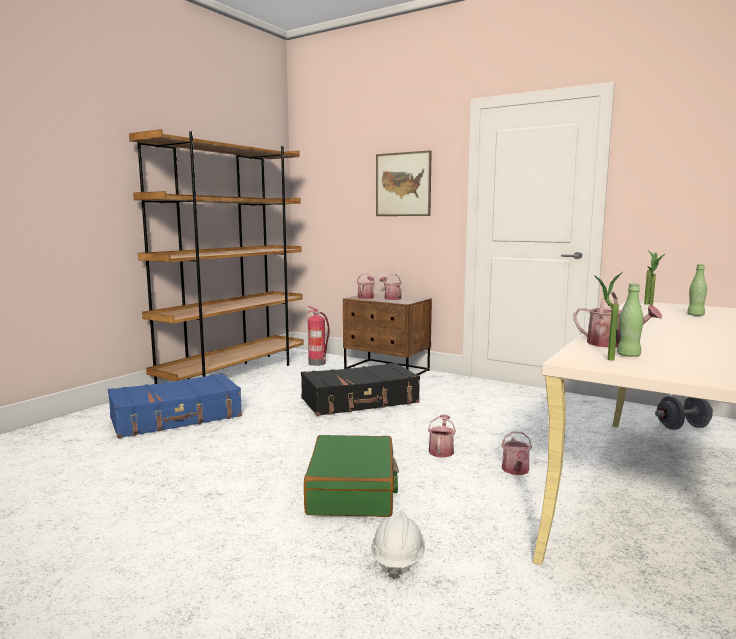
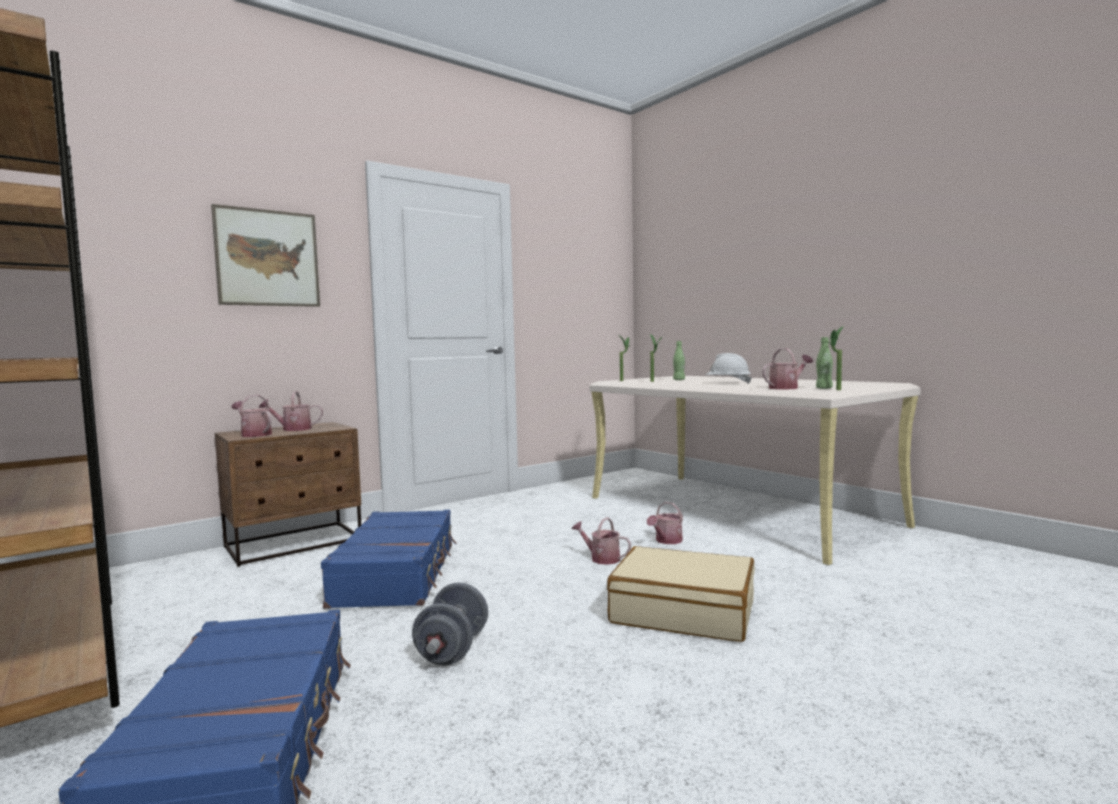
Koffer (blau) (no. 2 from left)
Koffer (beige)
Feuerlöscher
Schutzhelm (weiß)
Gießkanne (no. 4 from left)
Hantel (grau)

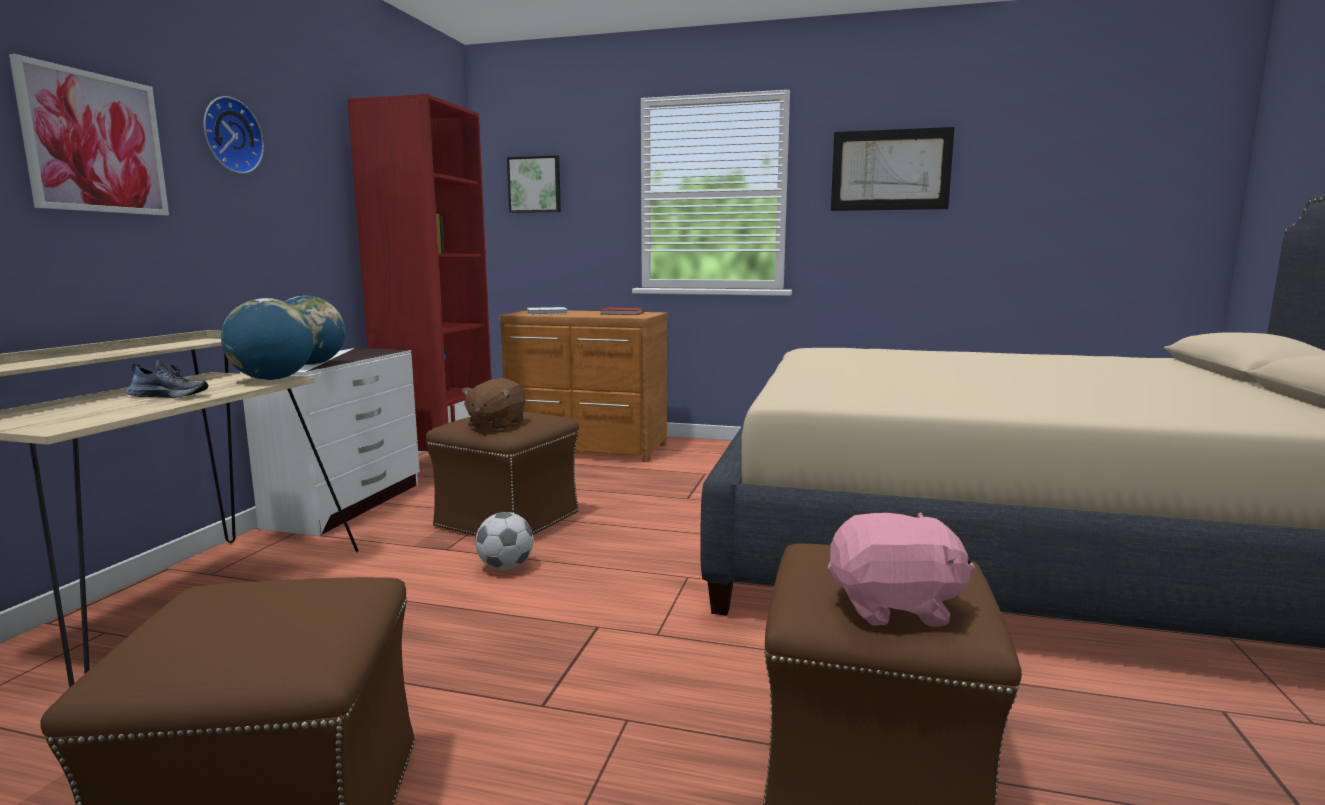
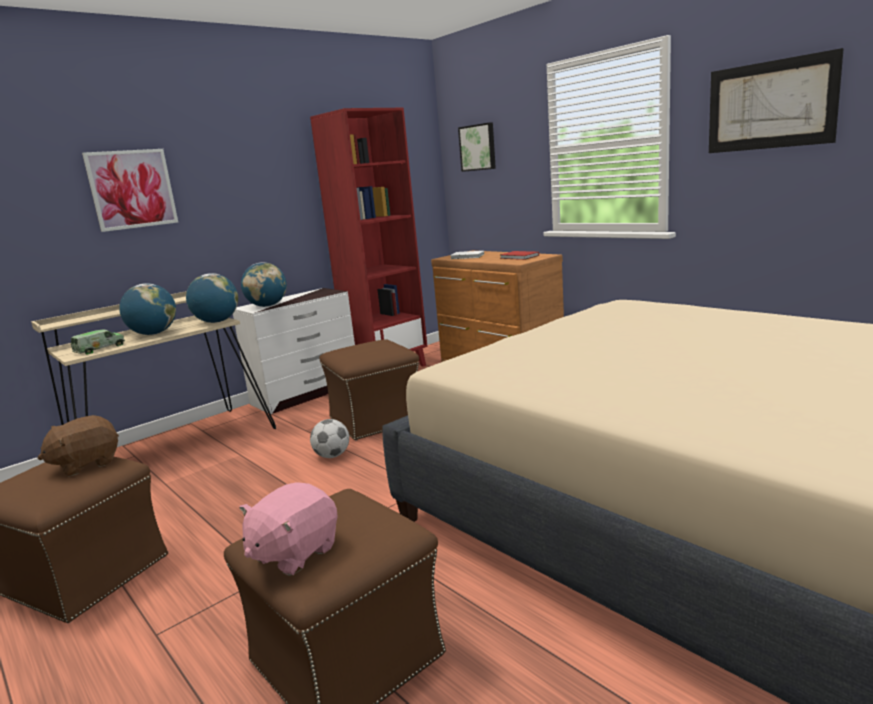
Globus (no. 1 from left)
Wanduhr
Plüschtier (braun)
Plüschtier (rosa)
Spielzeuglaster

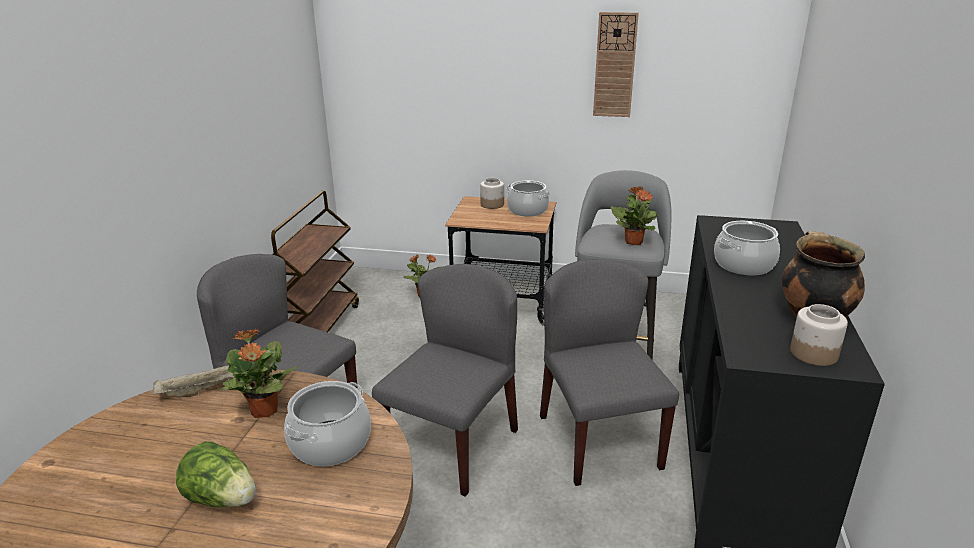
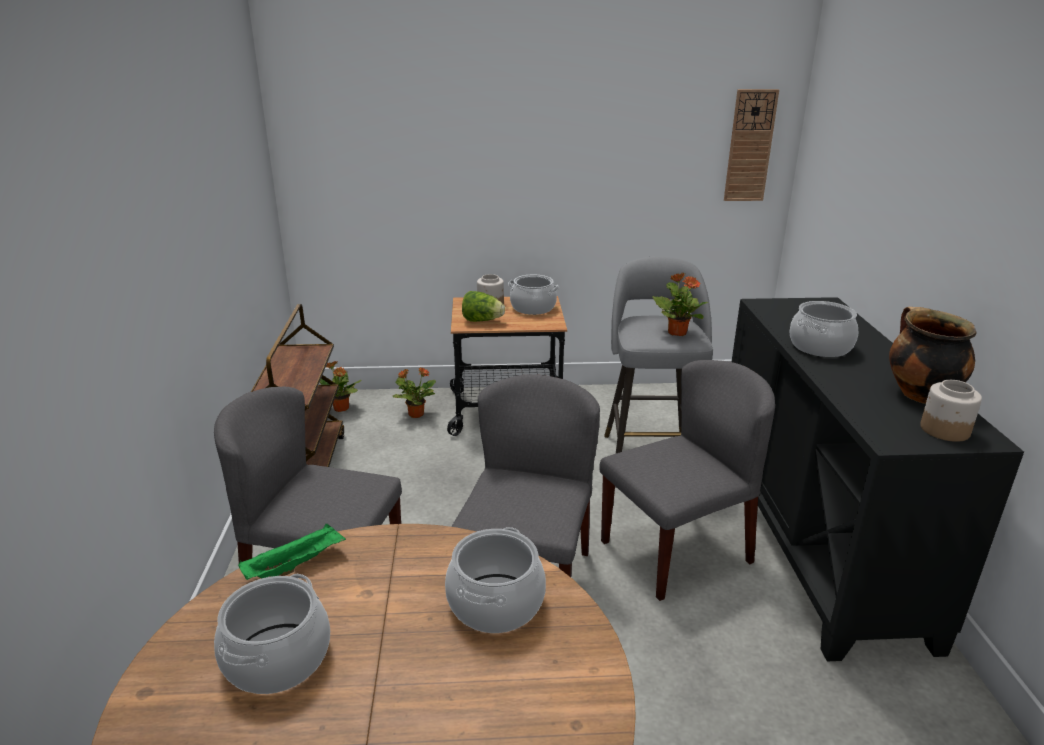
Tablett (grün)
Salatkopf
Topfpflanze (no. 1 from left)
Stuhl (grau) (no. 3 from left)
Wanduhr
Kochtopf (no. 1 from left)

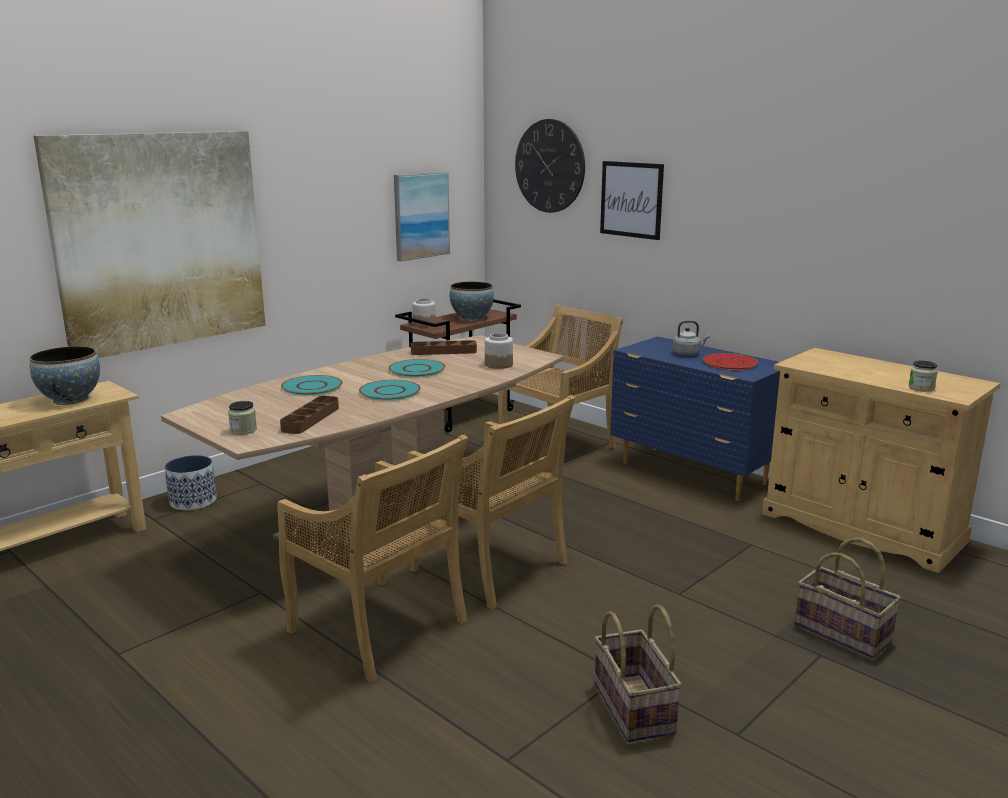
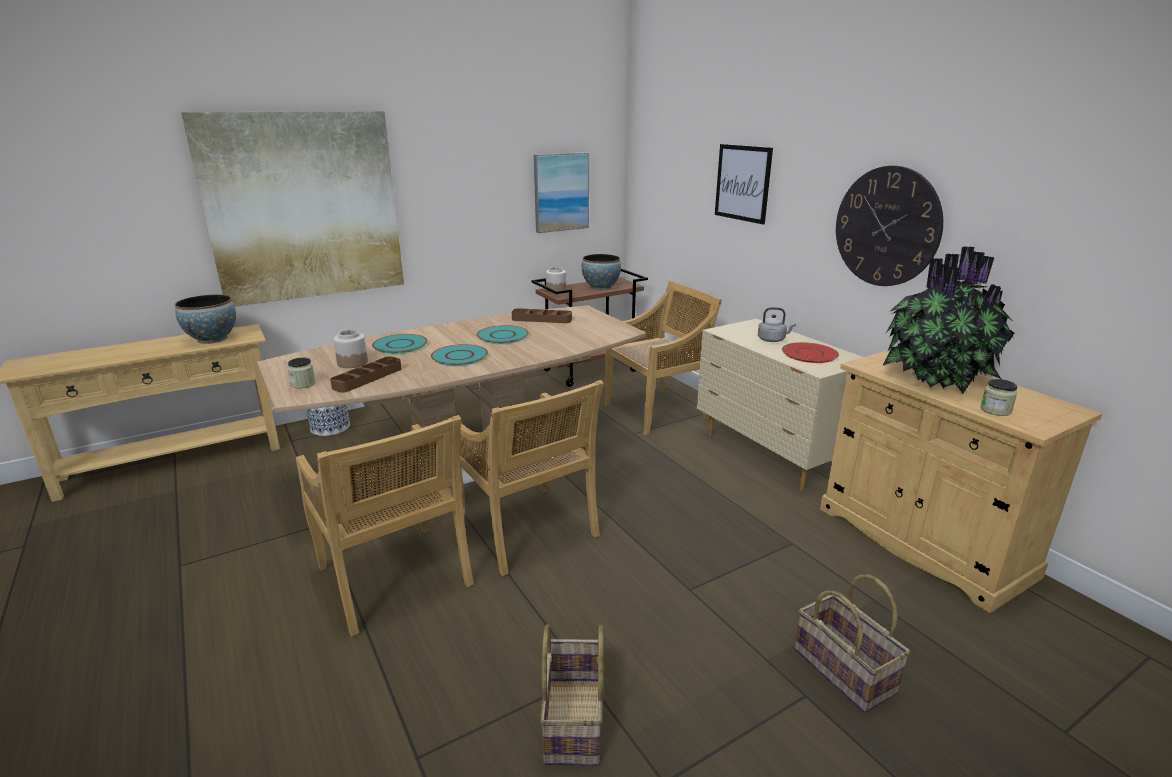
Vorratsglas (no. 2 from left)
Wanduhr
Kommode (beige)
Topfpflanze

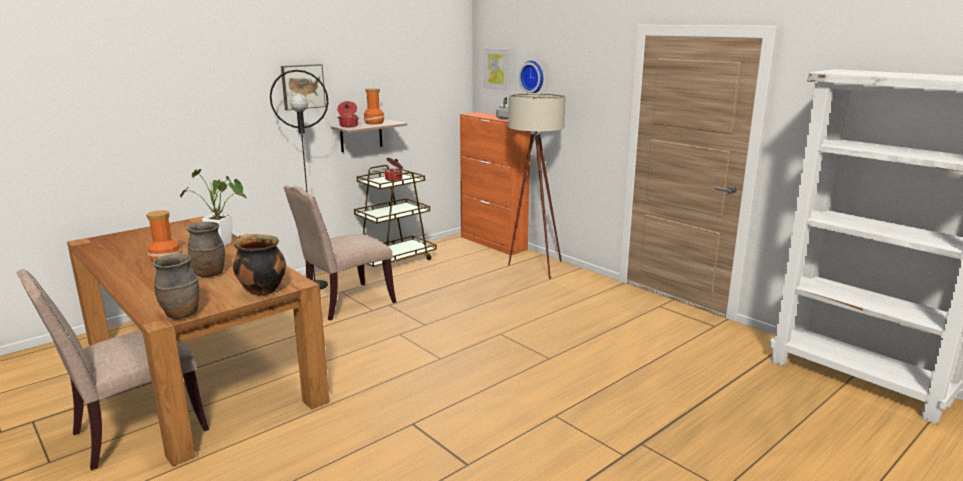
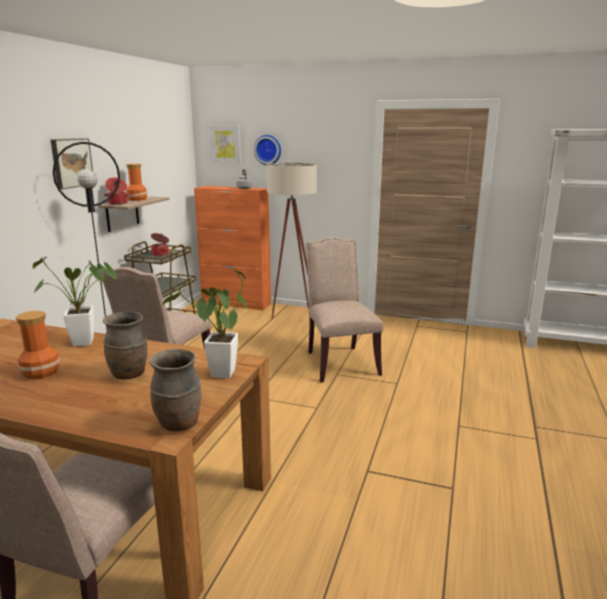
Topfpflanze (no. 2 from left)
Stuhl (beige) (no. 3 from left)

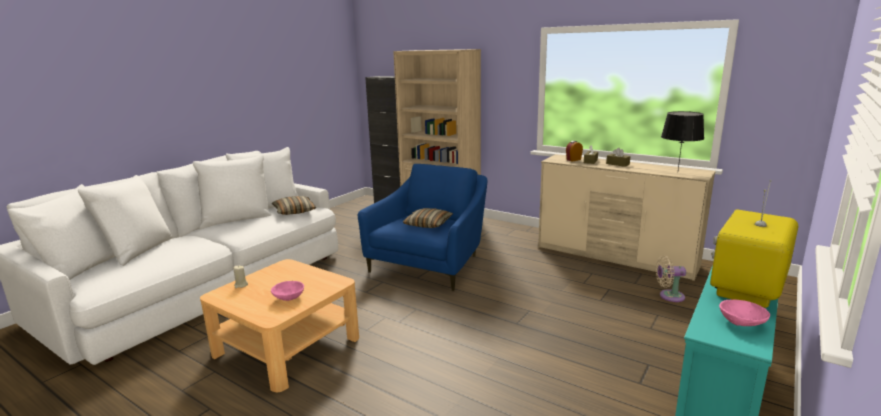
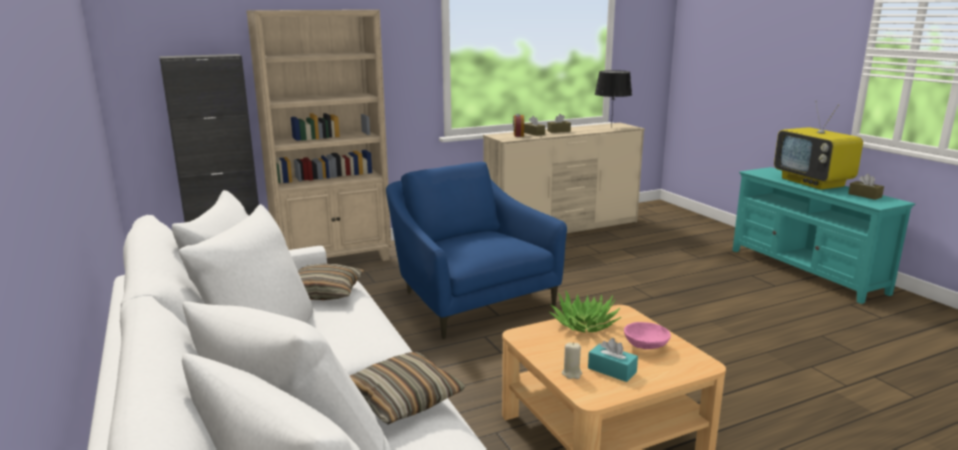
Kissen (no. 2 from left)
Ventilator (beige)
Taschentuchbox (braun) (no. 3 from left)
Topfpflanze
Taschentuchbox (türkis)

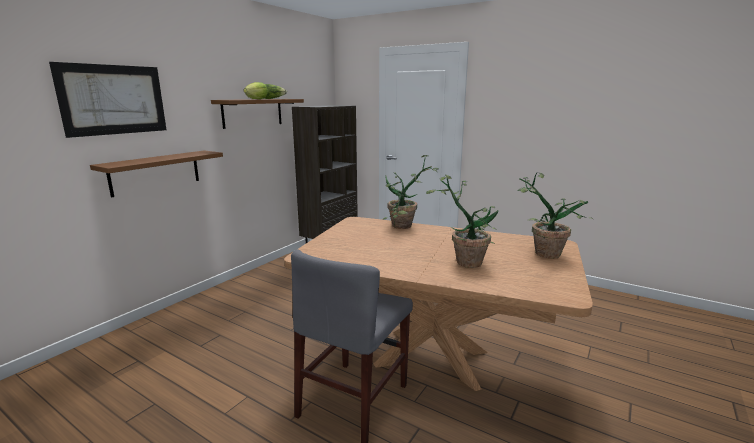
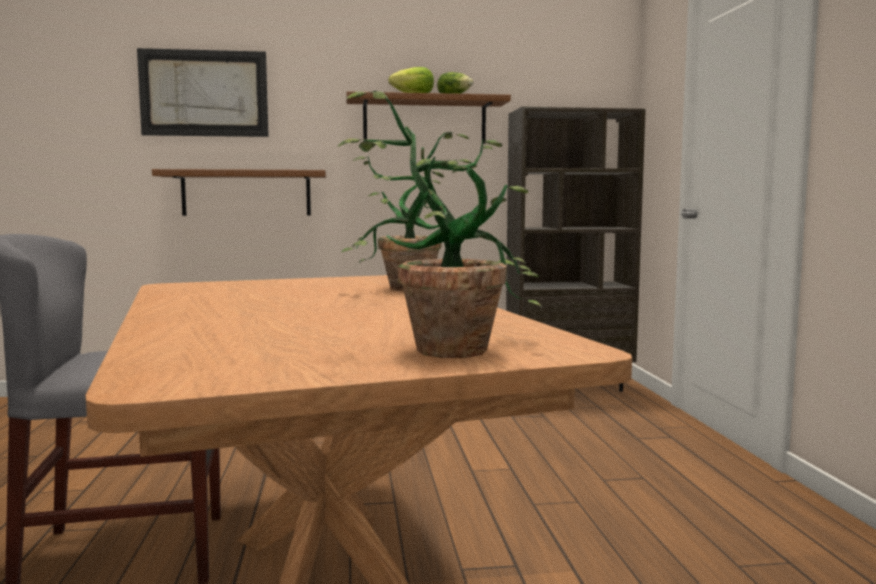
Topfpflanze (no. 2 from left in the first image)

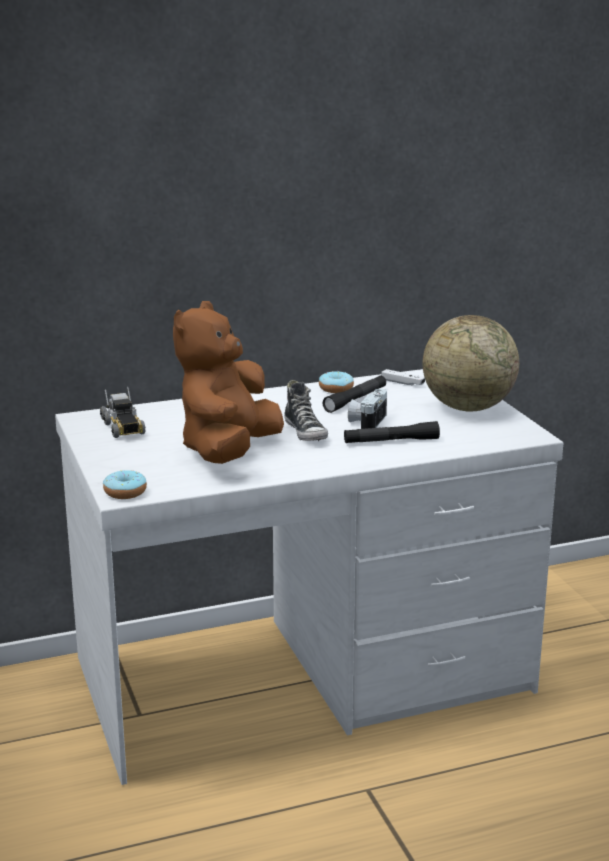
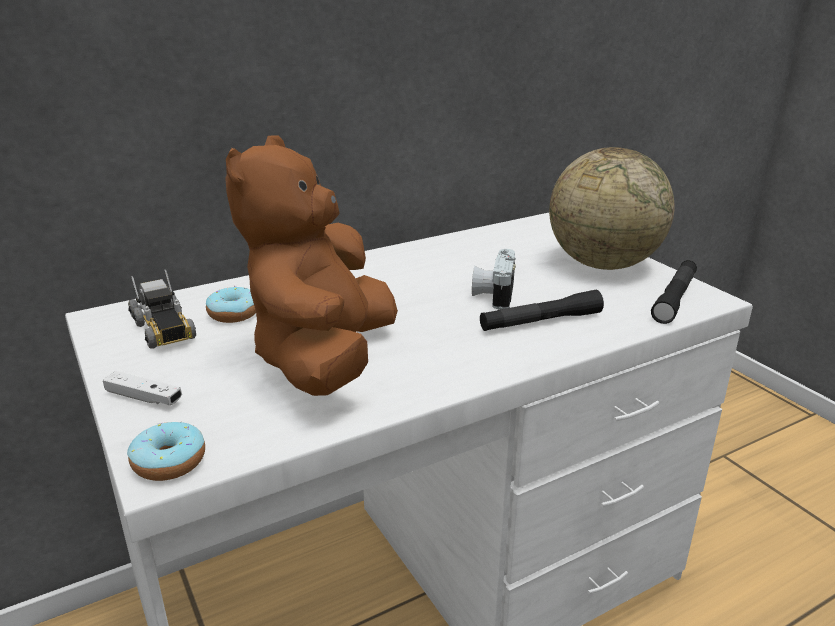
Schuh
Donut (no. 2 from left)
Taschenlampe (schwarz) (no. 2 from left)
Gamepad (weiß)

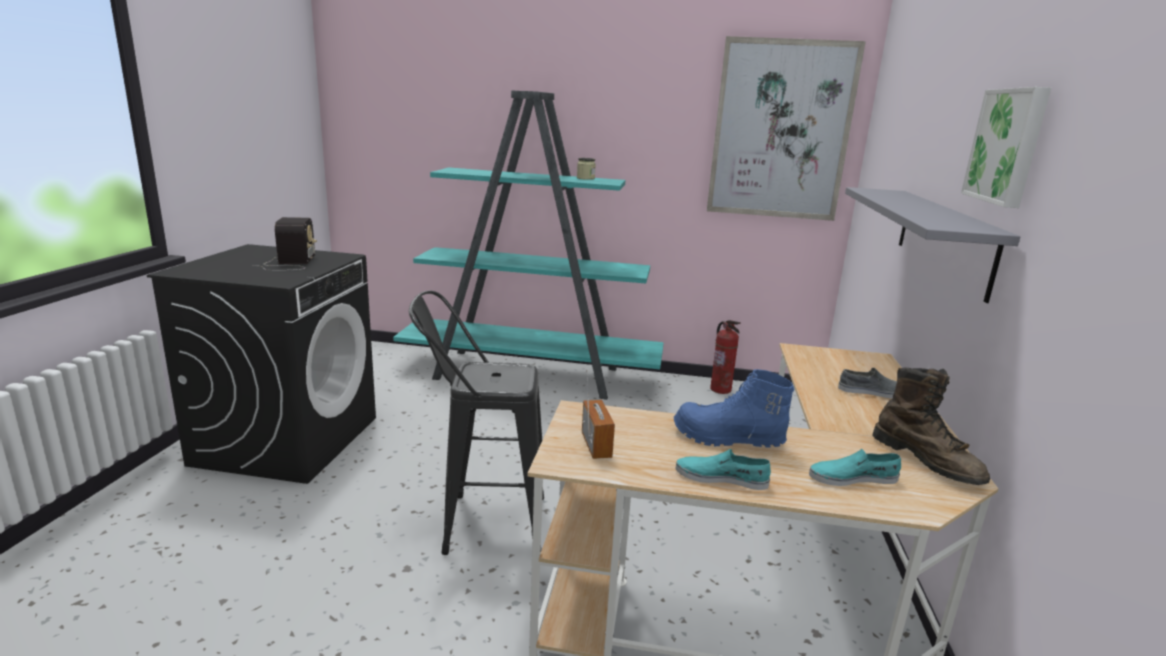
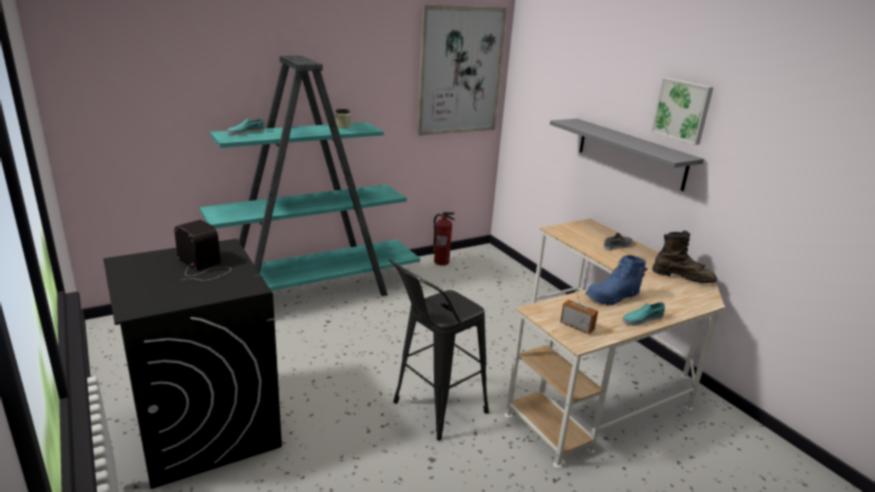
Schuh (türkis) (no. 1 from left)

